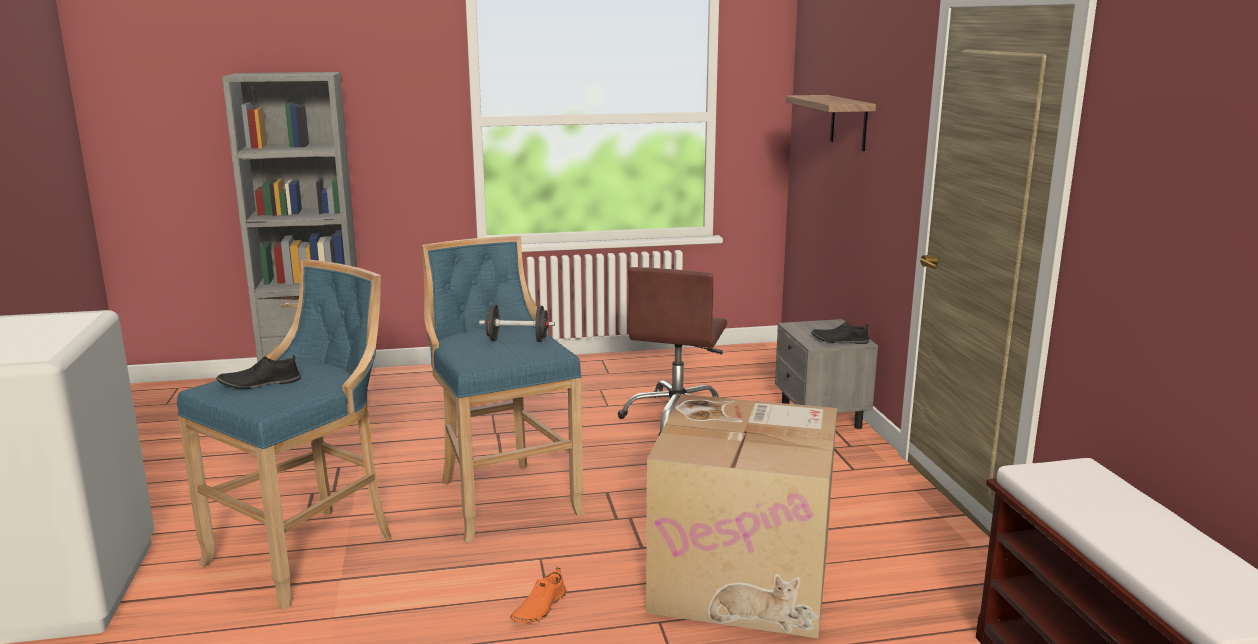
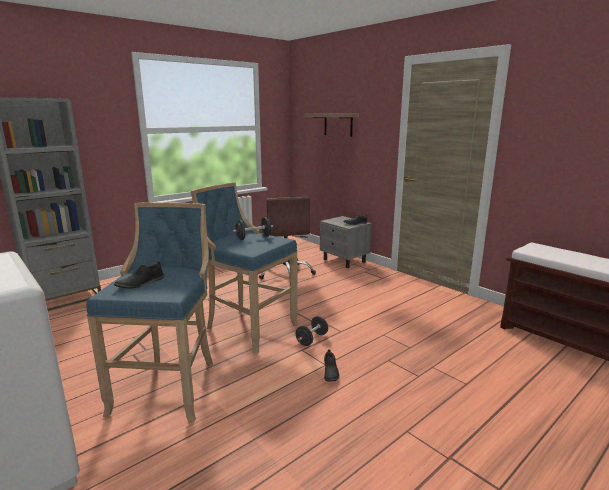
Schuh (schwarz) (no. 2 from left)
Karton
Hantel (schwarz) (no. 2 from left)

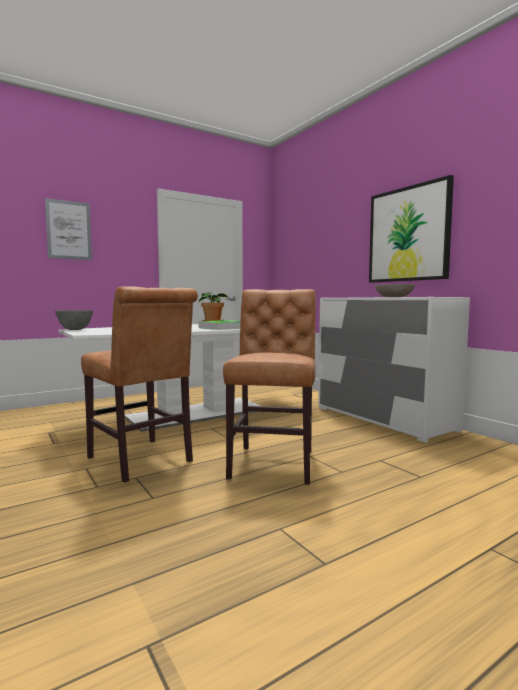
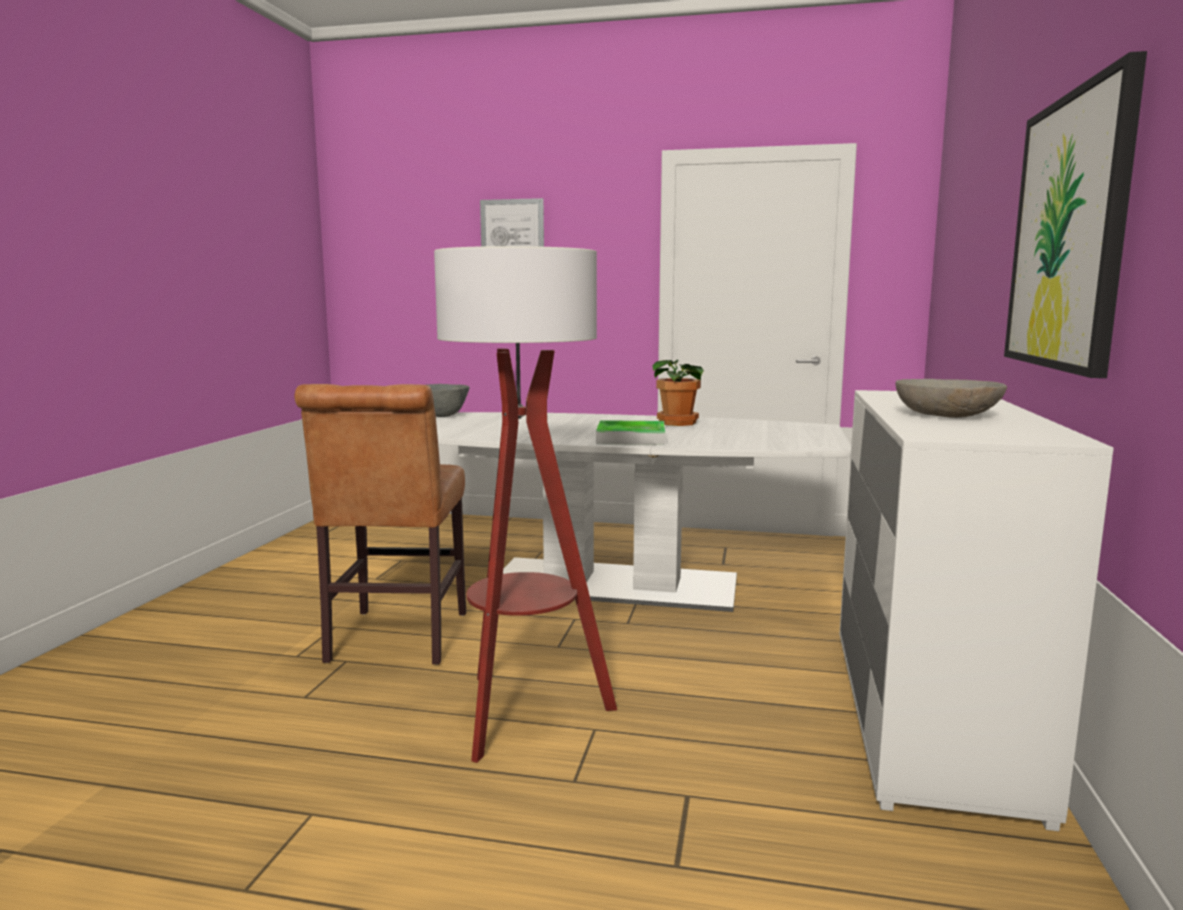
Stehlampe

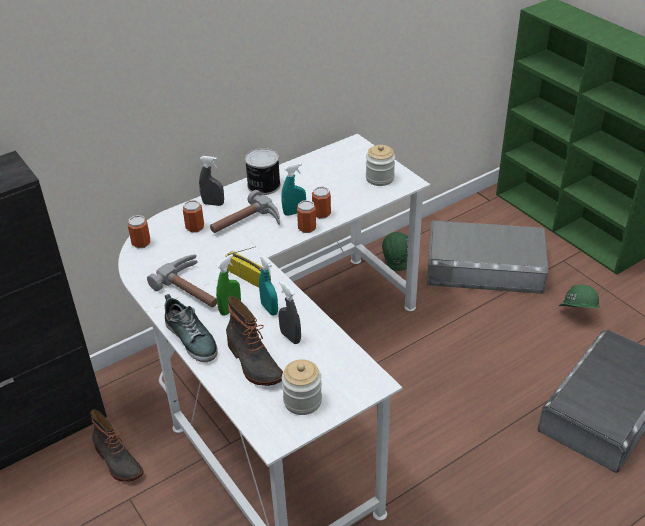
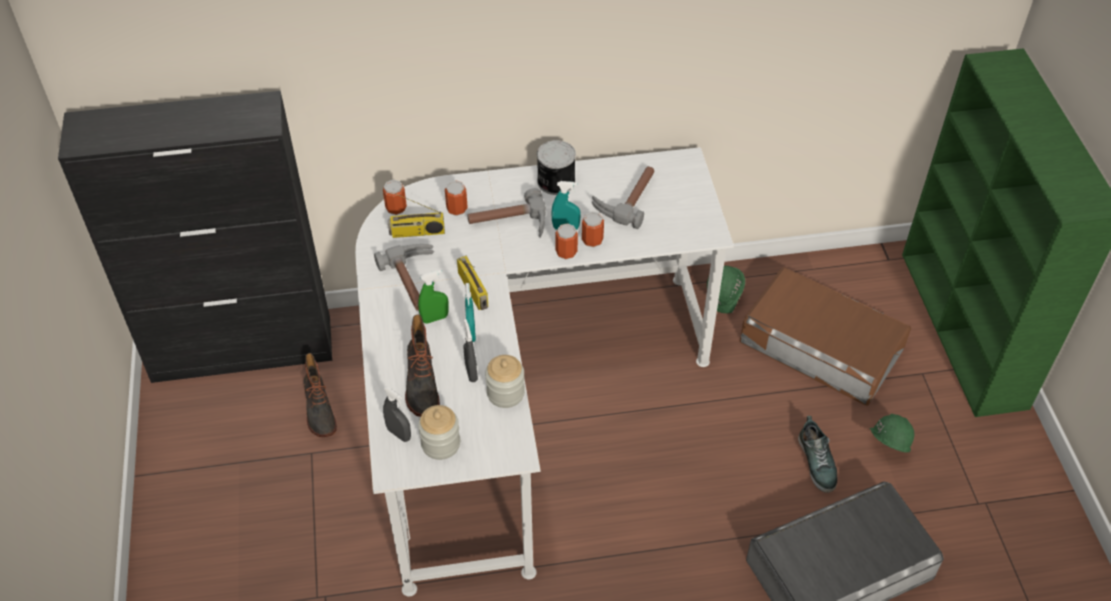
Schuh
Sprühflasche (grau) (no. 1 from left)
Vorratsglas (no. 2 from left)
Aufbewahrungsbox (braun)
Radio (no. 1 from left)
Hammer (no. 3 from left)

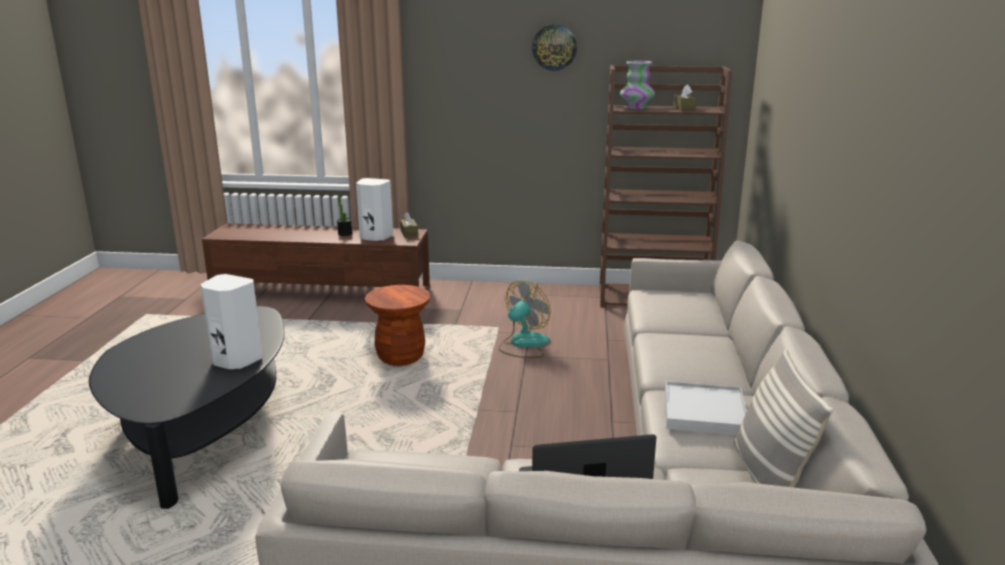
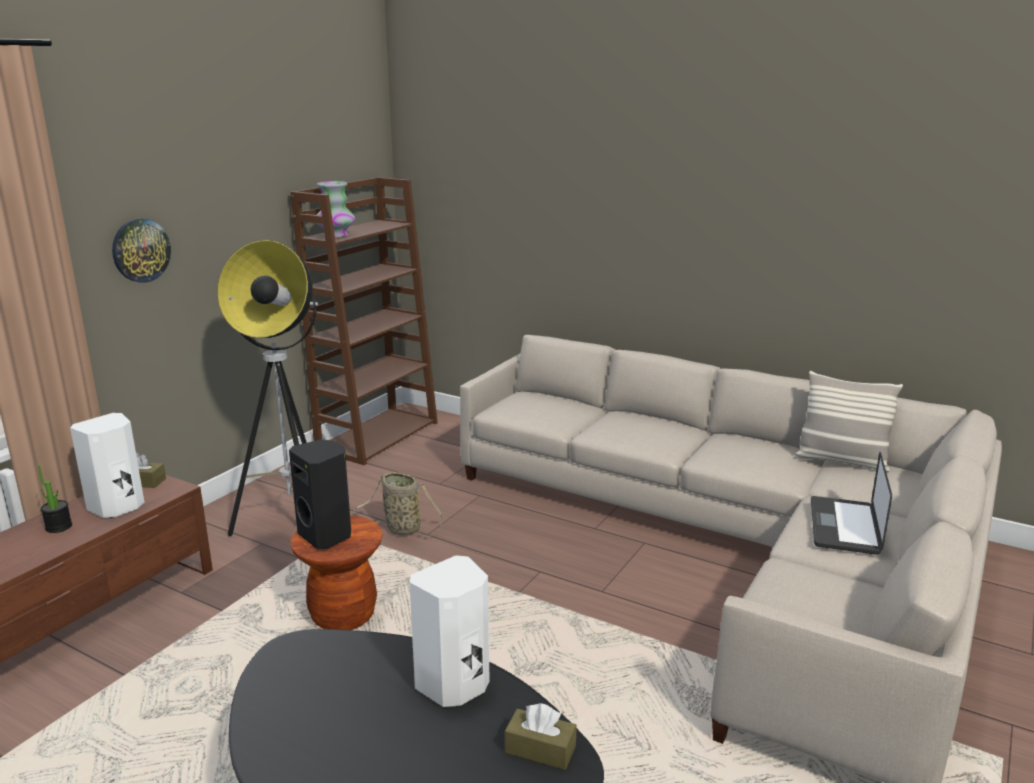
Korb
Wanduhr
Tablett (weiß)
Taschentuchbox (braun) (no. 2 from left)
Stehlampe
Lautsprecher (schwarz)

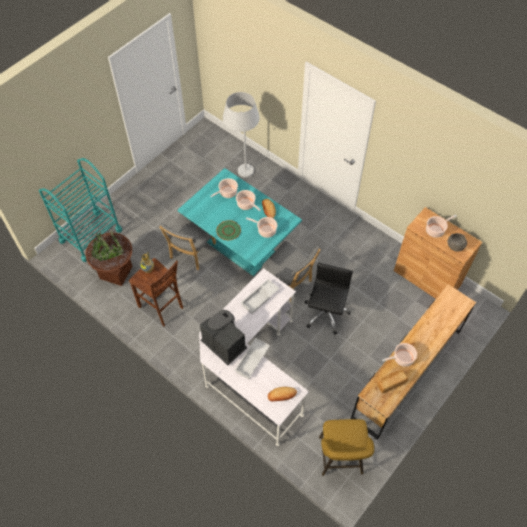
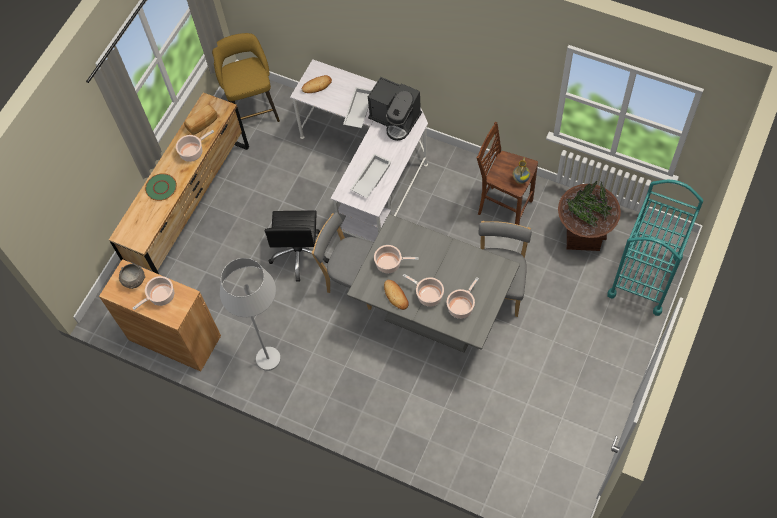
Esstisch (grau)
Teller (grün)
Stehlampe (weiß)

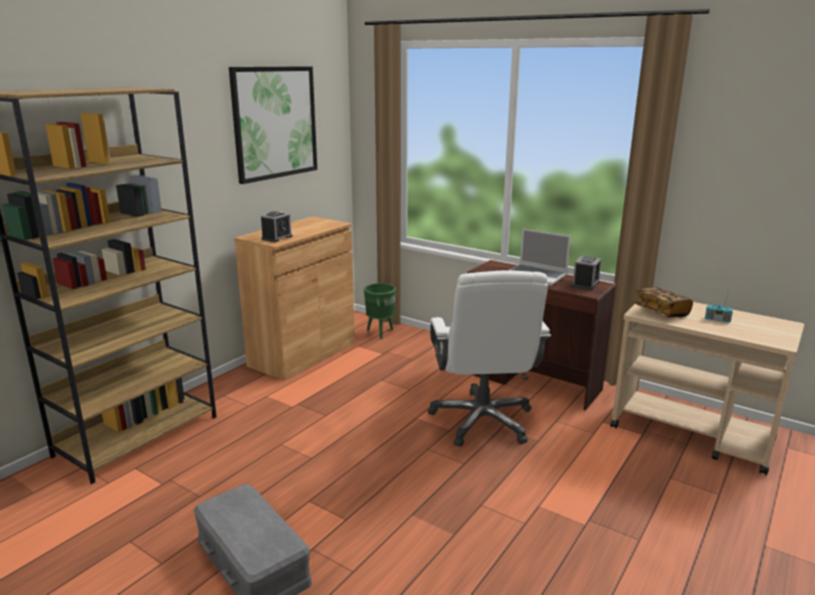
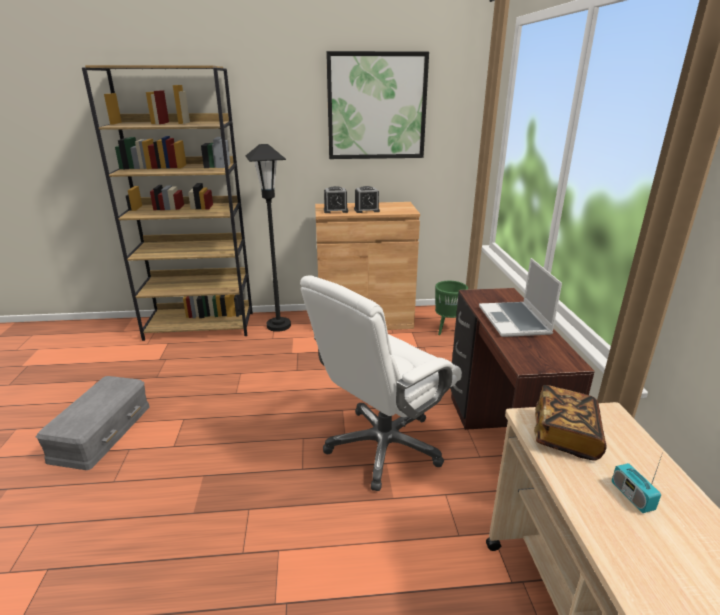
Wecker (no. 2 from left)
Stehlampe (schwarz)

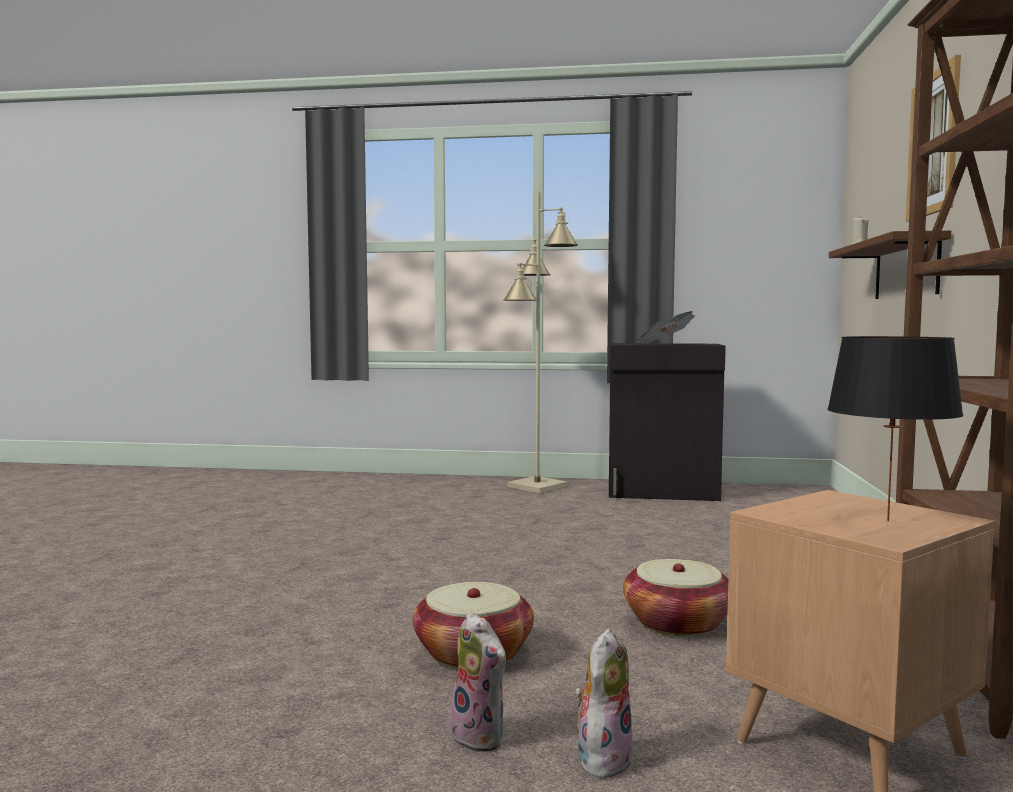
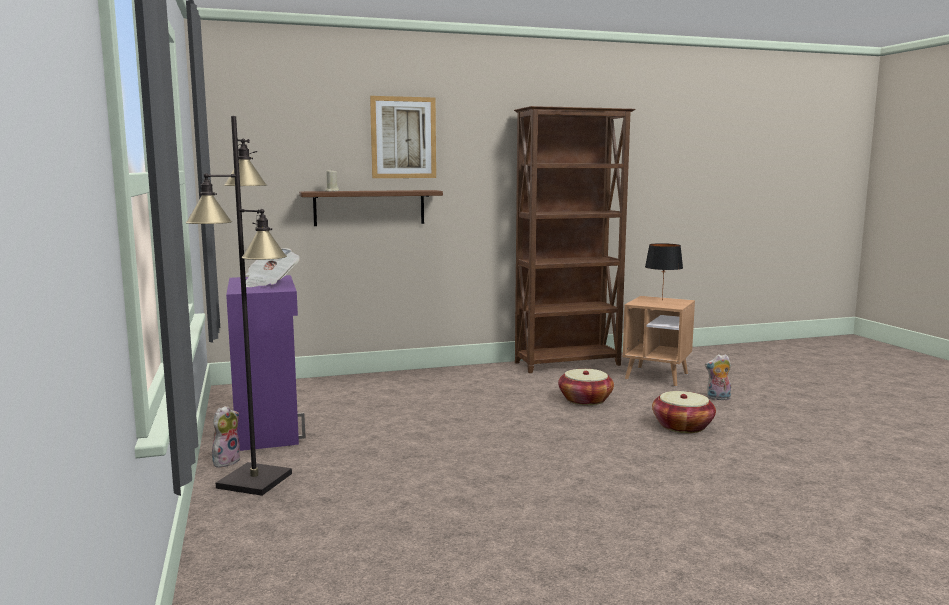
Plüschtier (no. 1 from left)
Stehlampe (schwarz)
Schrank (lila)

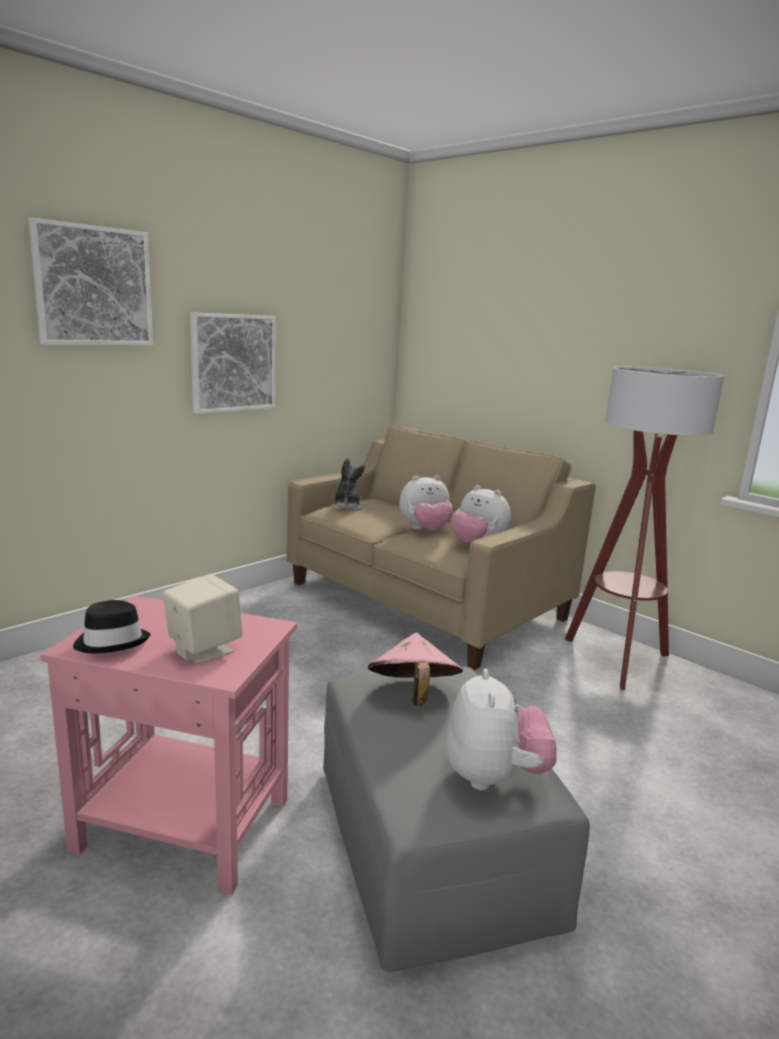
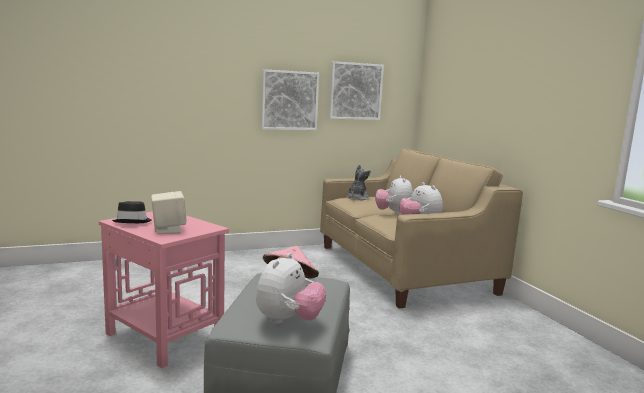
Bild (no. 2 from left)
Plüschtier (no. 3 from left)
Stehlampe

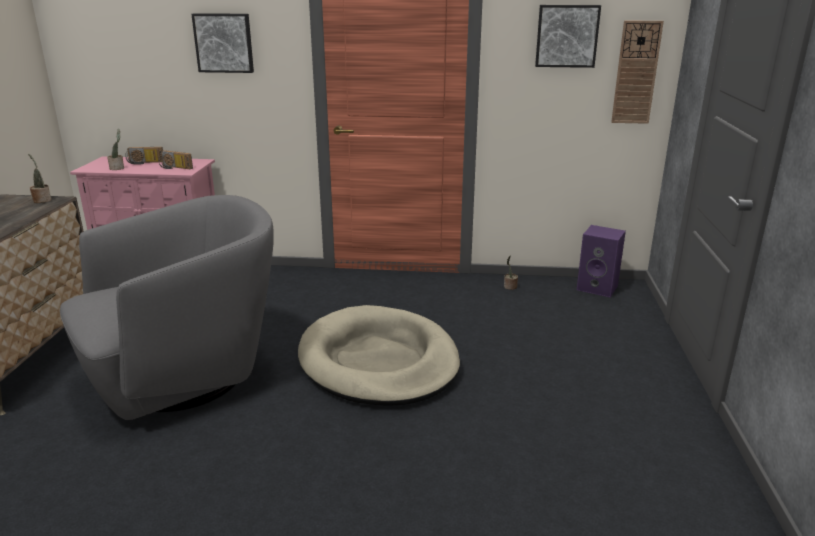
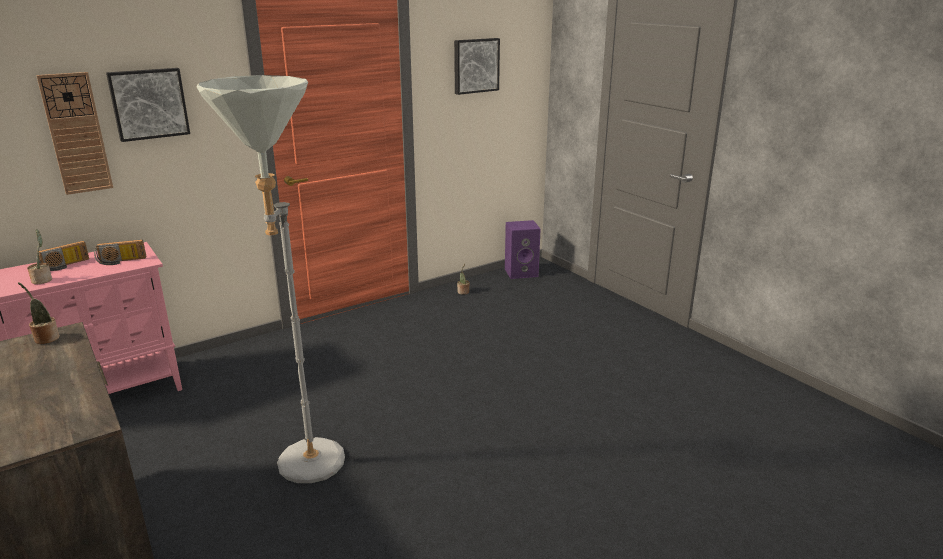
Stehlampe (grau)
Hundebett (beige)
Wanduhr

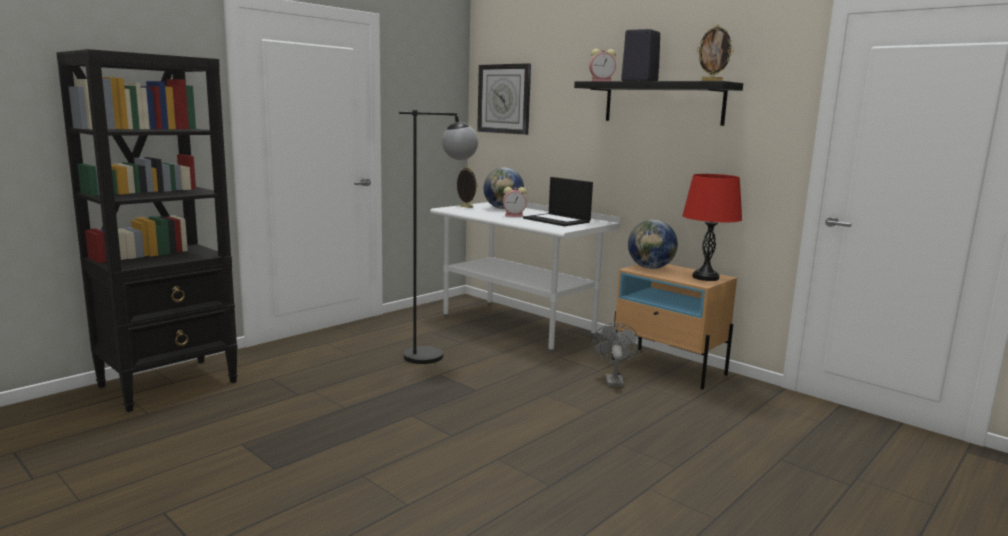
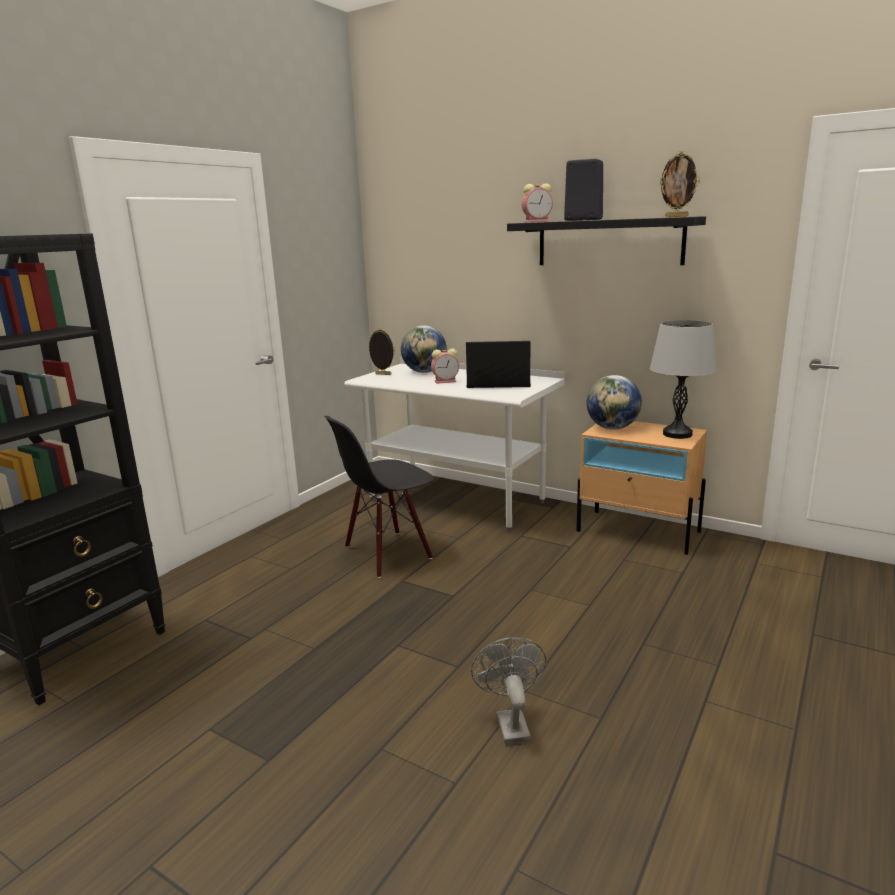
Stuhl (schwarz)
Wanduhr
Laptop
Ventilator (grau)
Tischlampe (grau)

